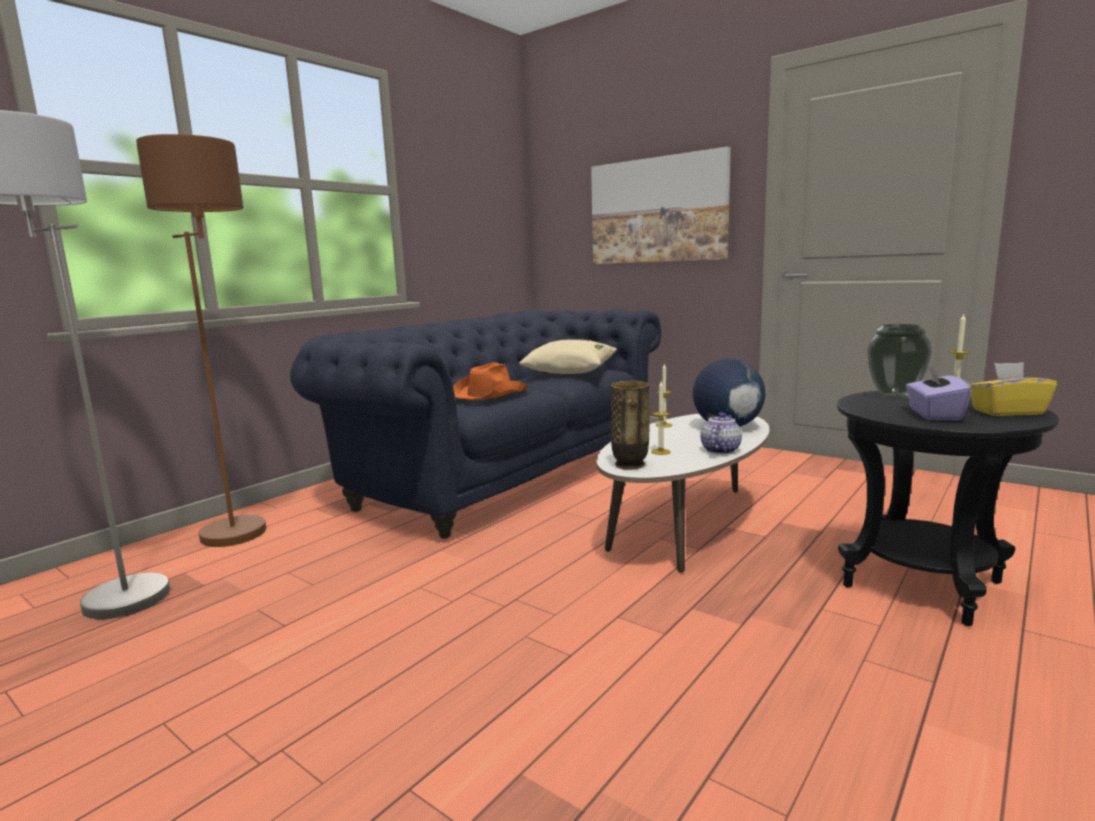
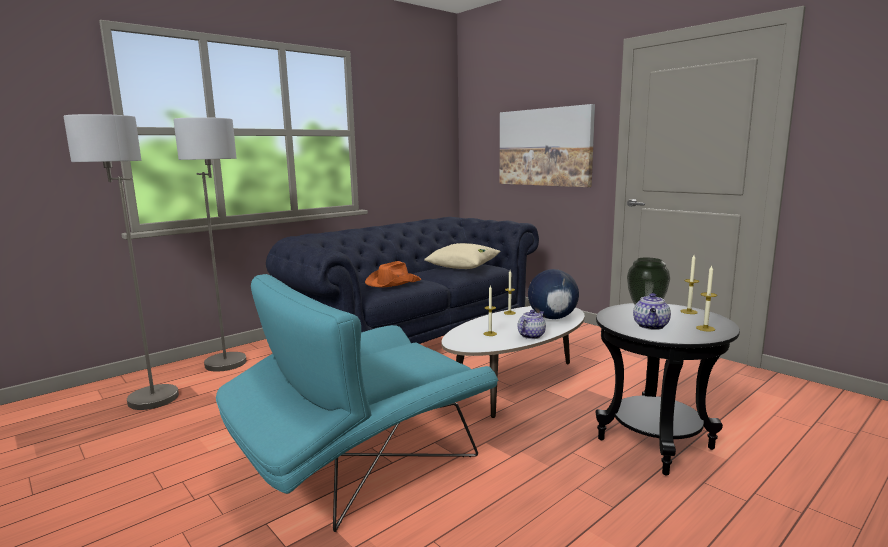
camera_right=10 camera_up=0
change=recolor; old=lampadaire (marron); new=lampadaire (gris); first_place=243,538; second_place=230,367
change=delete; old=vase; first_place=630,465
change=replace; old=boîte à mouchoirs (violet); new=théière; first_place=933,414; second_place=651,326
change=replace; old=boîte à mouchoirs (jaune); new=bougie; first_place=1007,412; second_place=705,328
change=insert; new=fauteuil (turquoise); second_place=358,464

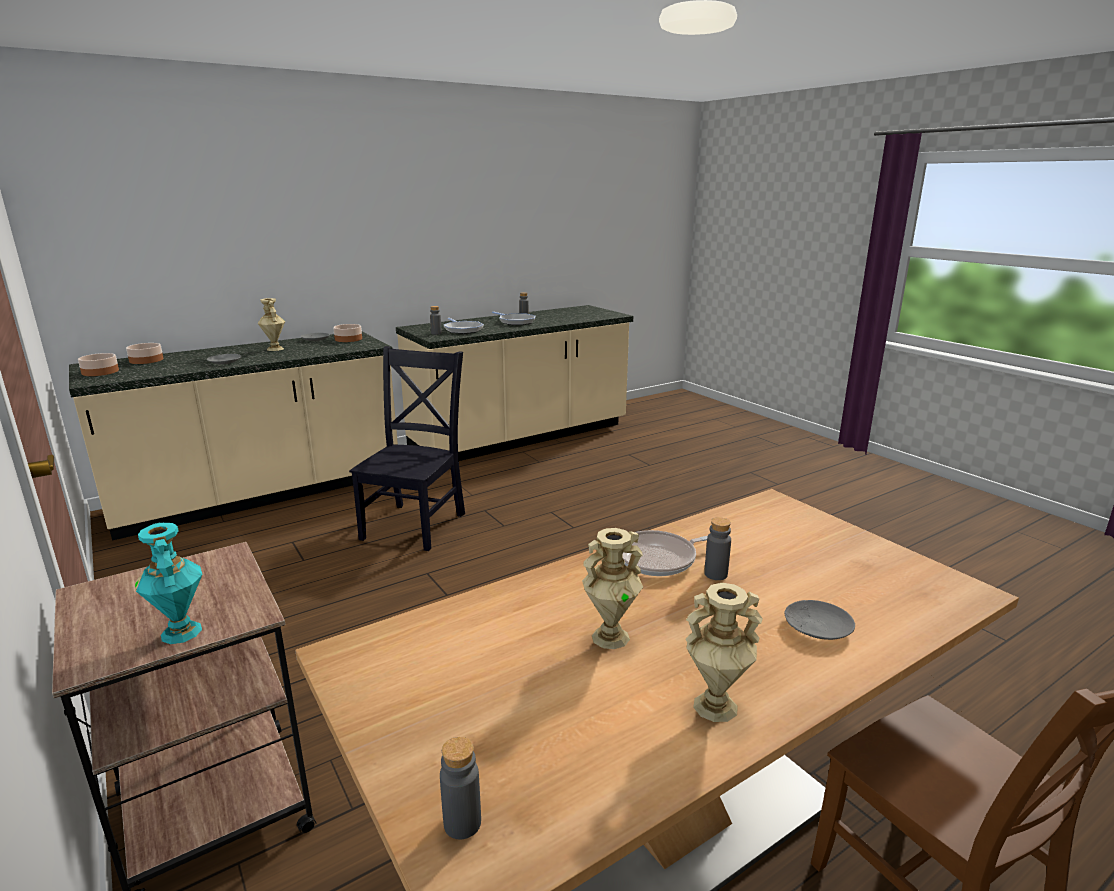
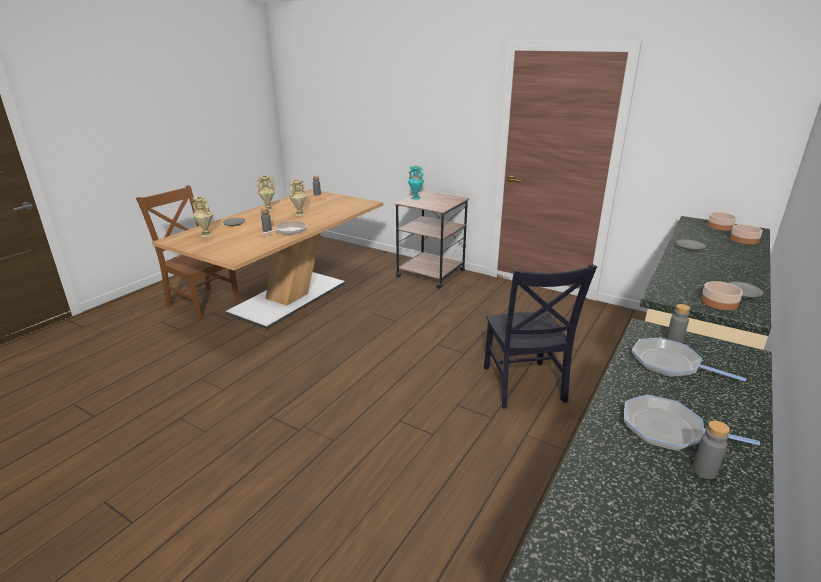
camera_right=155 camera_up=5
change=move; old=vase (beige); first_place=274,349; second_place=206,234

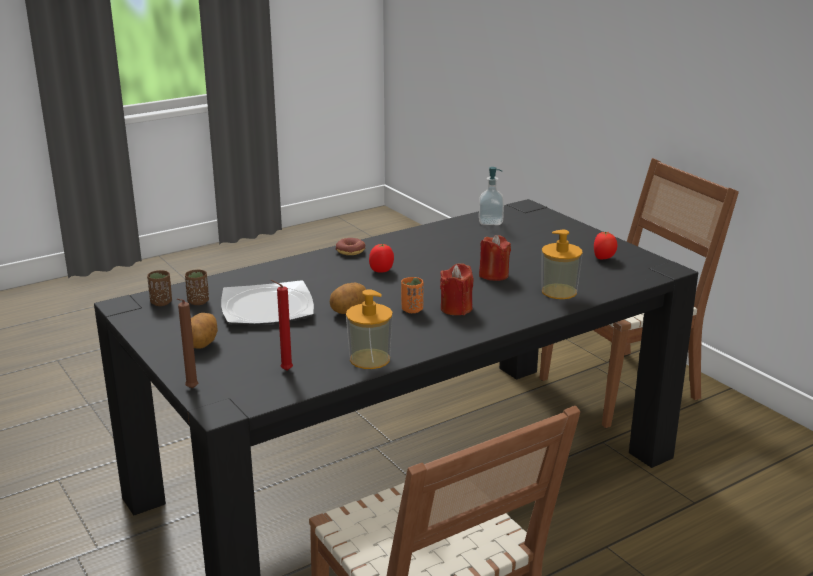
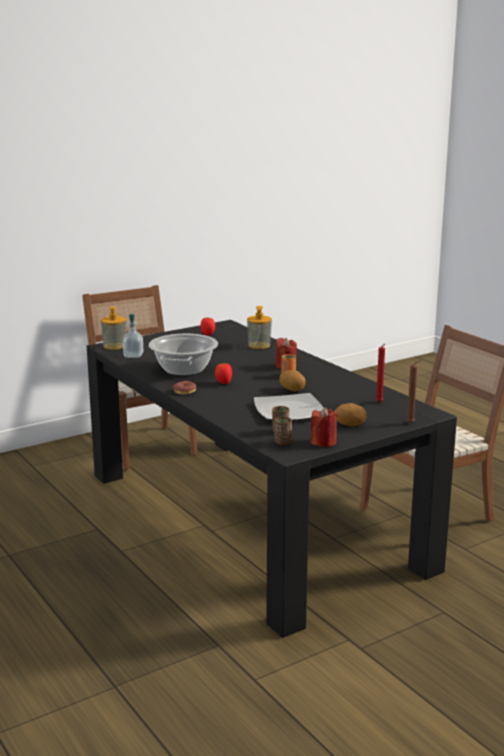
camera_right=-90 camera_up=-5
change=move; old=distributeur de savon; first_place=370,359; second_place=114,346
change=move; old=bougie (rouge); first_place=493,275; second_place=323,442
change=insert; new=marmite; second_place=183,369

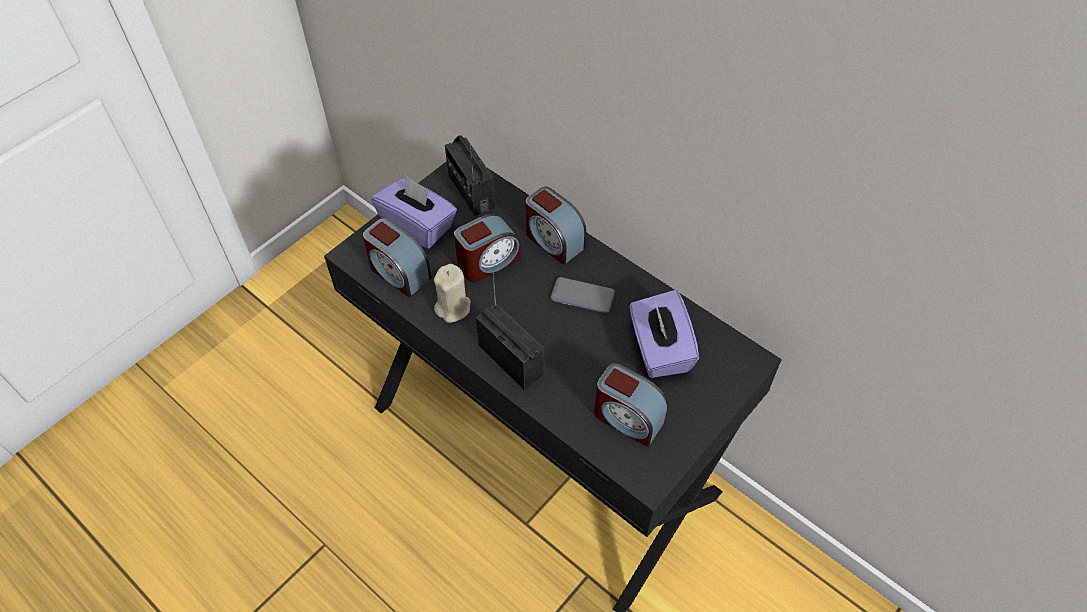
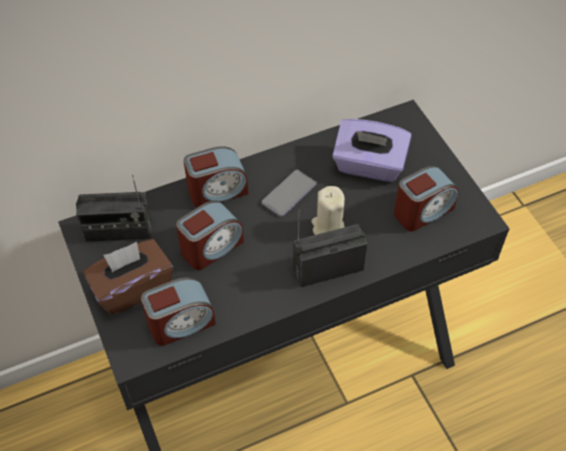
camera_right=-65 camera_up=0
change=recolor; old=boîte à mouchoirs (violet); new=boîte à mouchoirs (marron); first_place=418,226; second_place=132,288
change=move; old=bougie (beige); first_place=453,307; second_place=328,228
change=rotate; old=réveil; first_place=488,262; second_place=211,247; degrees=60

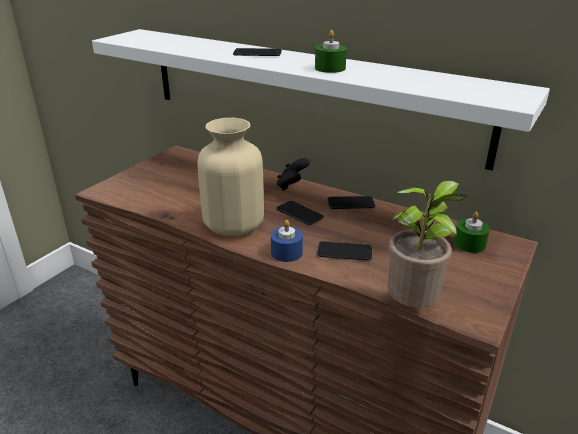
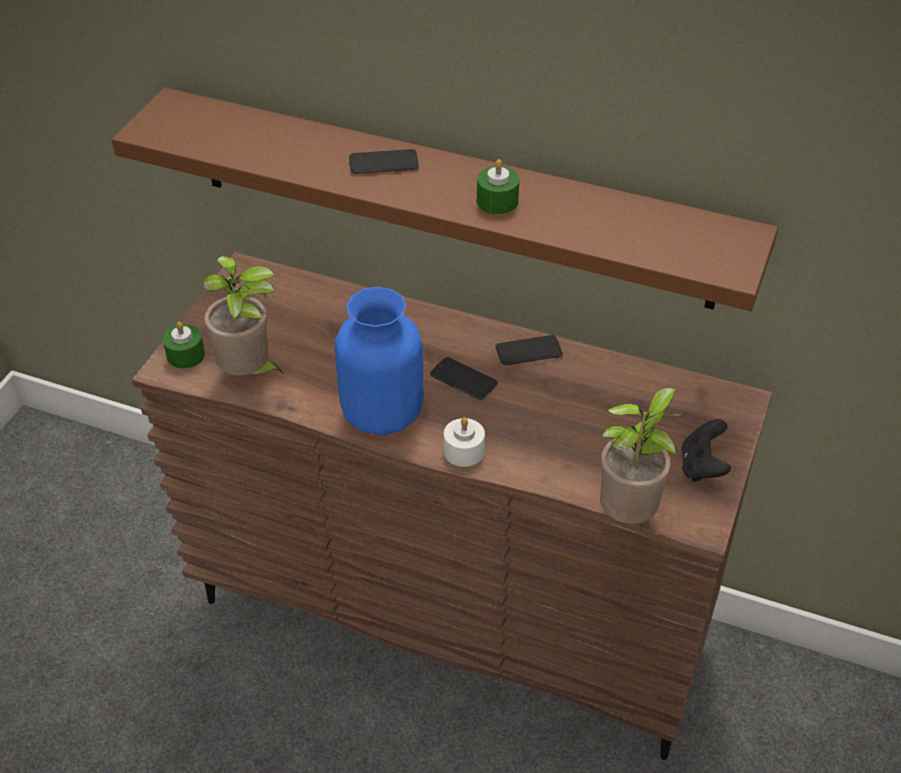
camera_right=-10 camera_up=15
change=recolor; old=étagère (blanc); new=étagère (marron); first_place=305,92; second_place=450,198
change=recolor; old=vase (beige); new=vase (bleu); first_place=234,225; second_place=382,413
change=recolor; old=bougie (bleu); new=bougie (blanc); first_place=286,252; second_place=464,451
change=move; old=manette (noir); first_place=292,186; second_place=702,466
change=delete; old=téléphone; first_place=344,252
change=move; old=bougie (vert); first_place=469,244; second_place=185,355
change=insert; new=plante en pot; second_place=249,374

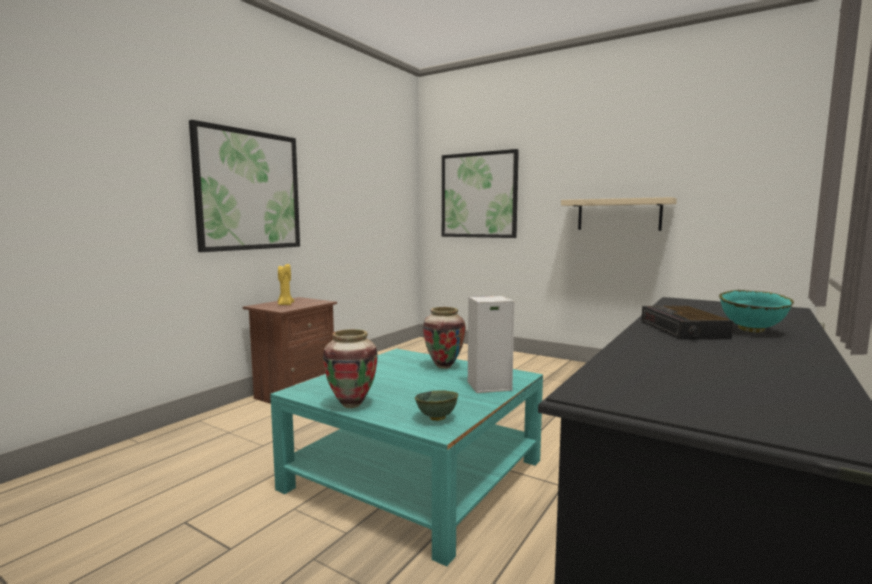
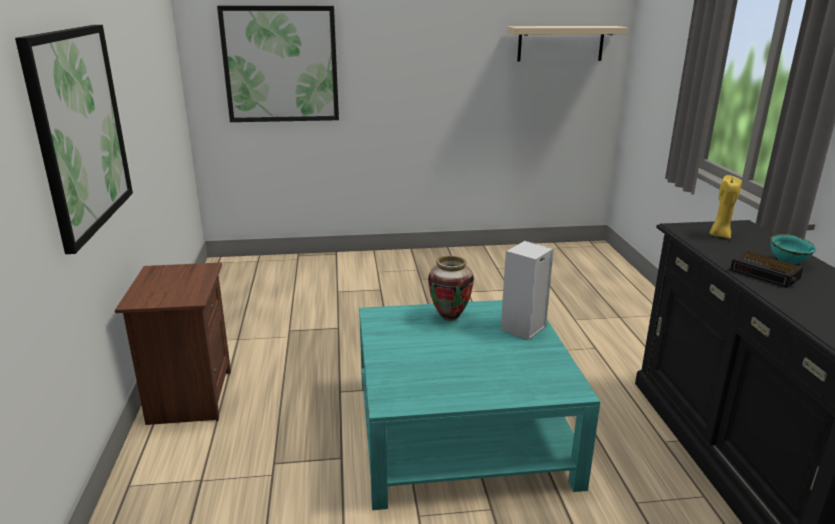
camera_right=-40 camera_up=15
change=move; old=bougie (jaune); first_place=285,304; second_place=719,235
change=delete; old=vase; first_place=352,405
change=delete; old=bol (vert); first_place=436,418
change=move; old=étagère (beige); first_place=618,214; second_place=560,43

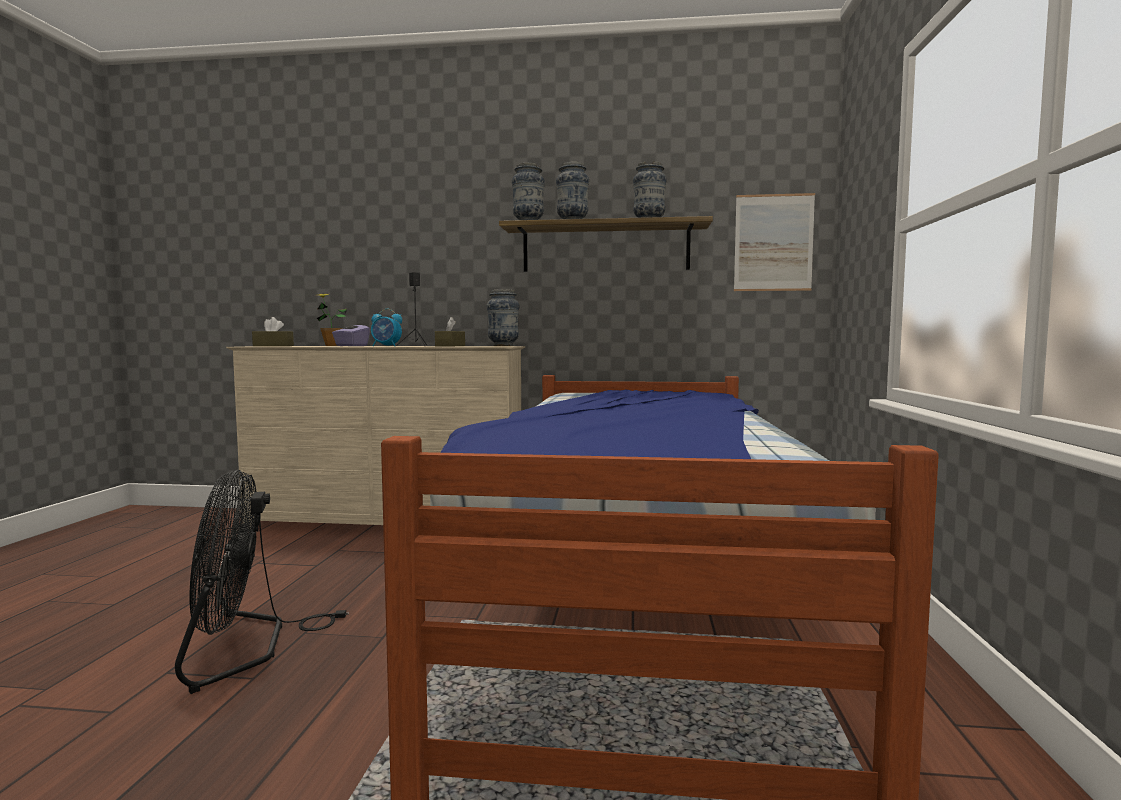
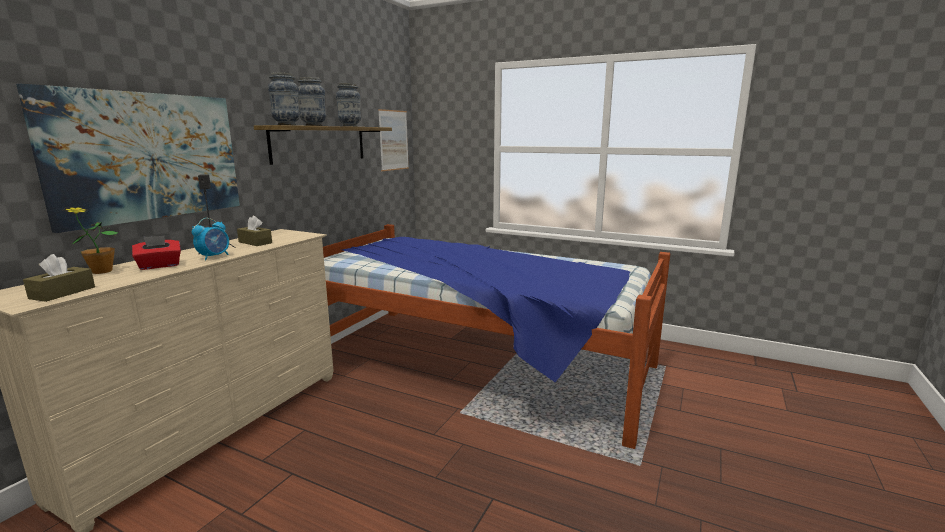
camera_right=-70 camera_up=10
change=delete; old=ventilateur (noir); first_place=251,642
change=recolor; old=boîte à mouchoirs (violet); new=boîte à mouchoirs (rouge); first_place=351,346; second_place=159,266
change=delete; old=vase; first_place=503,346
change=insert; new=tableau; second_place=147,156

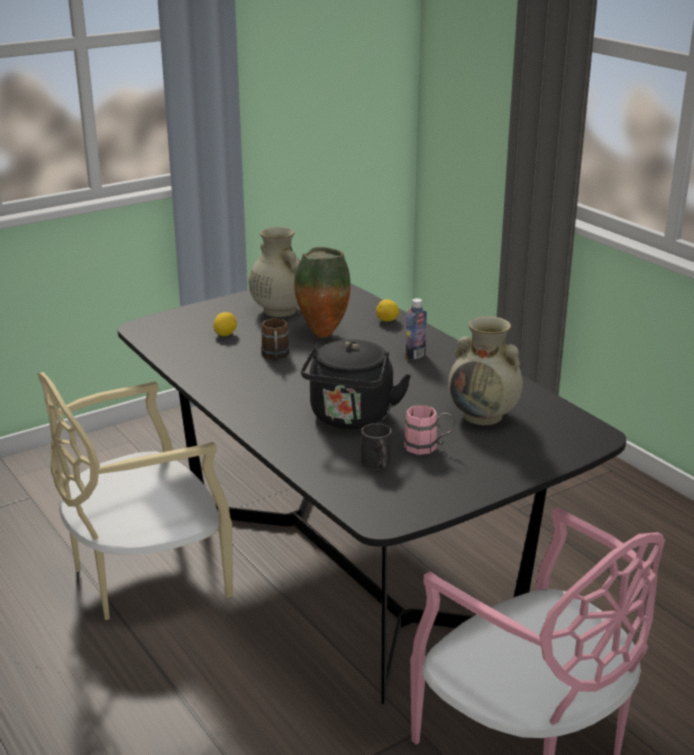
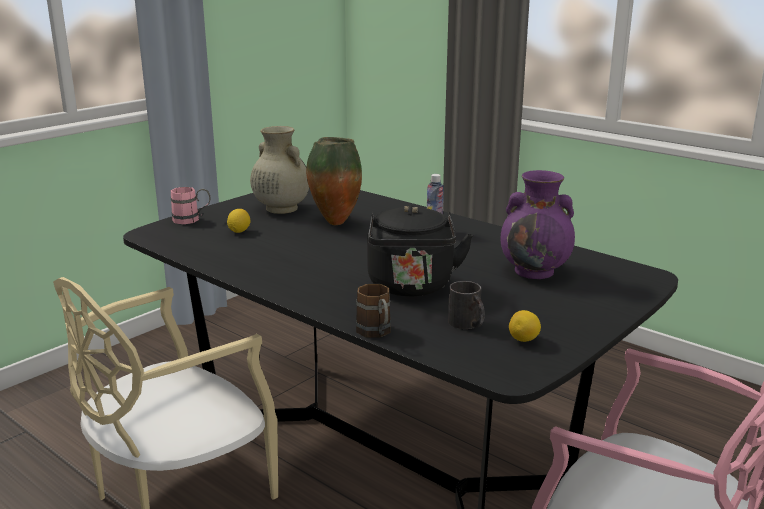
camera_right=-15 camera_up=-5
change=move; old=mug (marron); first_place=275,357; second_place=376,333
change=move; old=citron; first_place=387,320; second_place=524,340
change=move; old=mug (rose); first_place=428,447; second_place=192,220
change=recolor; old=vase (beige); new=vase (violet); first_place=484,416; second_place=535,271

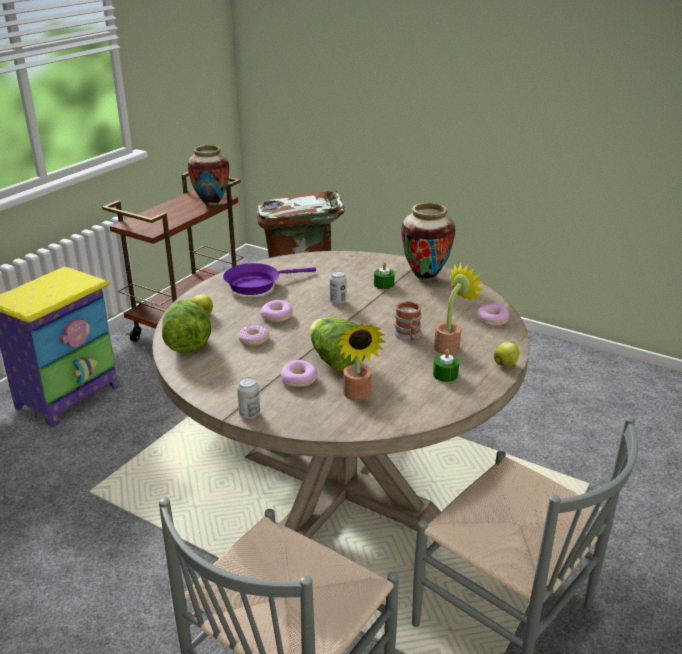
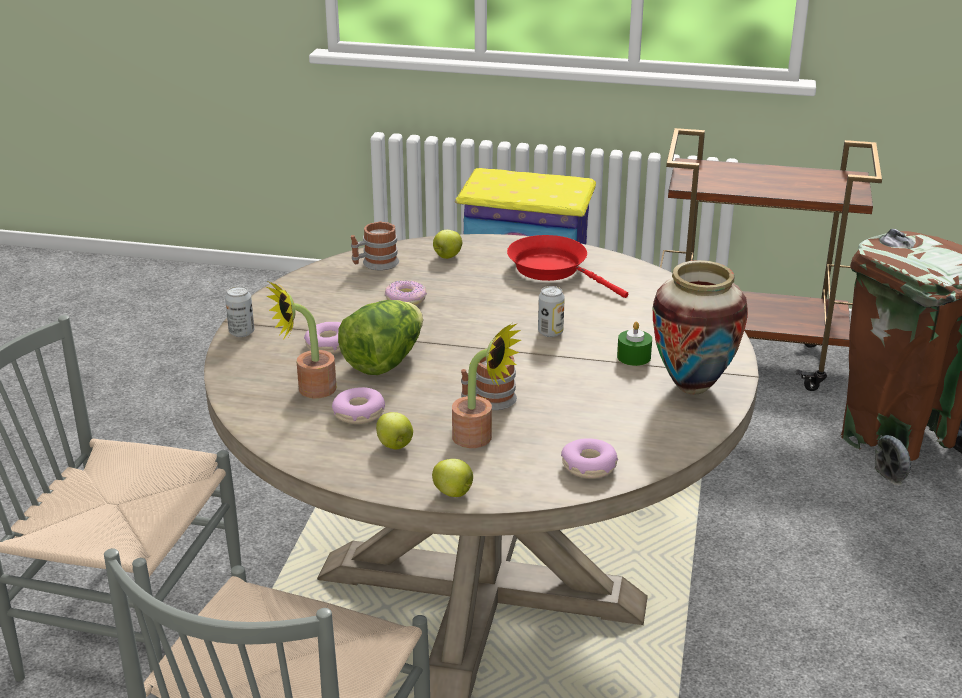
camera_right=70 camera_up=0
change=replace; old=laitue; new=mug; first_place=187,342; second_place=375,264
change=delete; old=vase; first_place=211,204
change=recolor; old=poêle (violet); new=poêle (rouge); first_place=257,284; second_place=553,270
change=move; old=beignet; first_place=277,316; second_place=359,414
change=replace; old=bougie (vert); new=pomme; first_place=445,374; second_place=395,446

